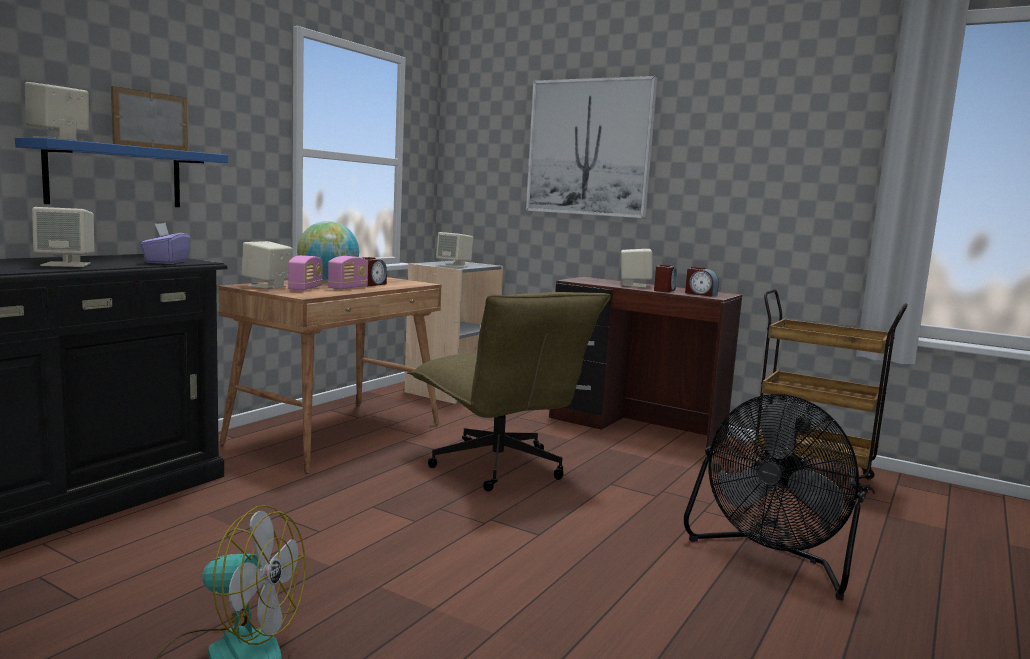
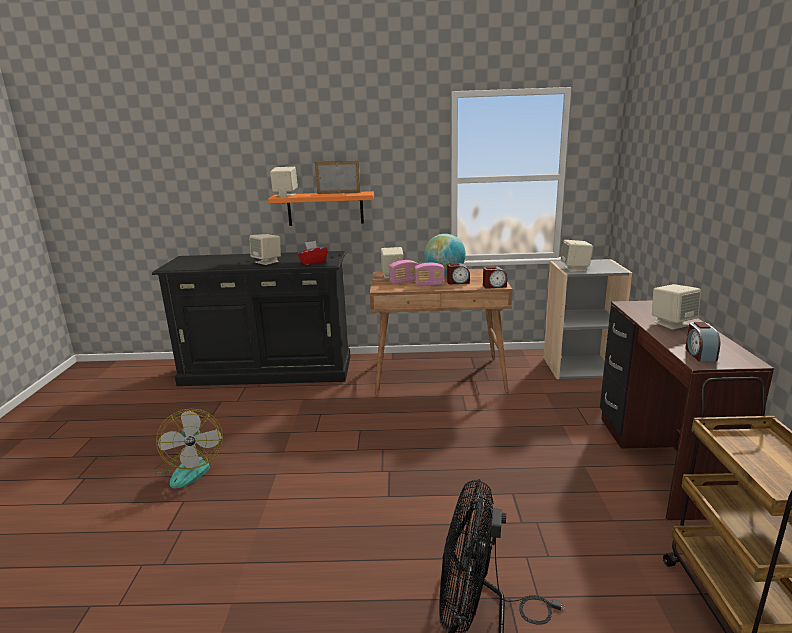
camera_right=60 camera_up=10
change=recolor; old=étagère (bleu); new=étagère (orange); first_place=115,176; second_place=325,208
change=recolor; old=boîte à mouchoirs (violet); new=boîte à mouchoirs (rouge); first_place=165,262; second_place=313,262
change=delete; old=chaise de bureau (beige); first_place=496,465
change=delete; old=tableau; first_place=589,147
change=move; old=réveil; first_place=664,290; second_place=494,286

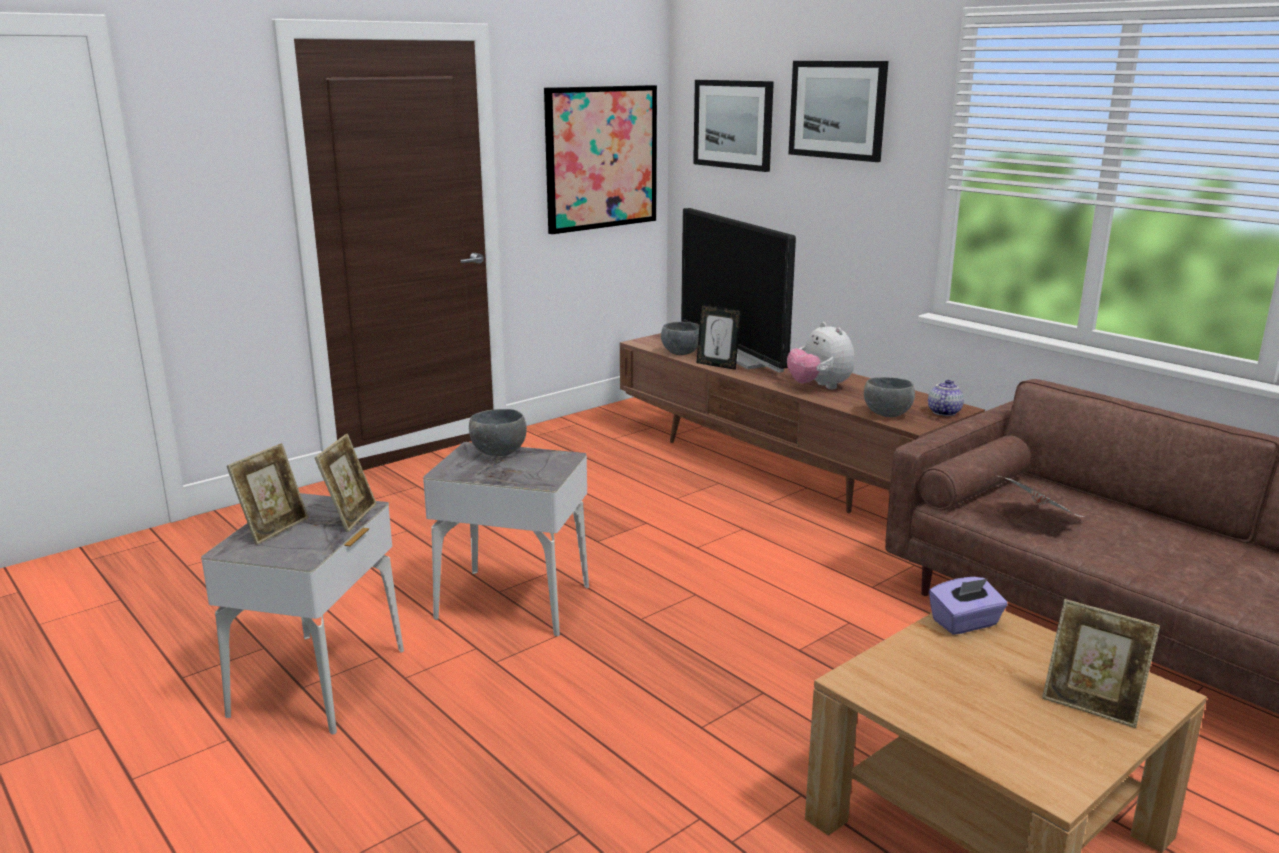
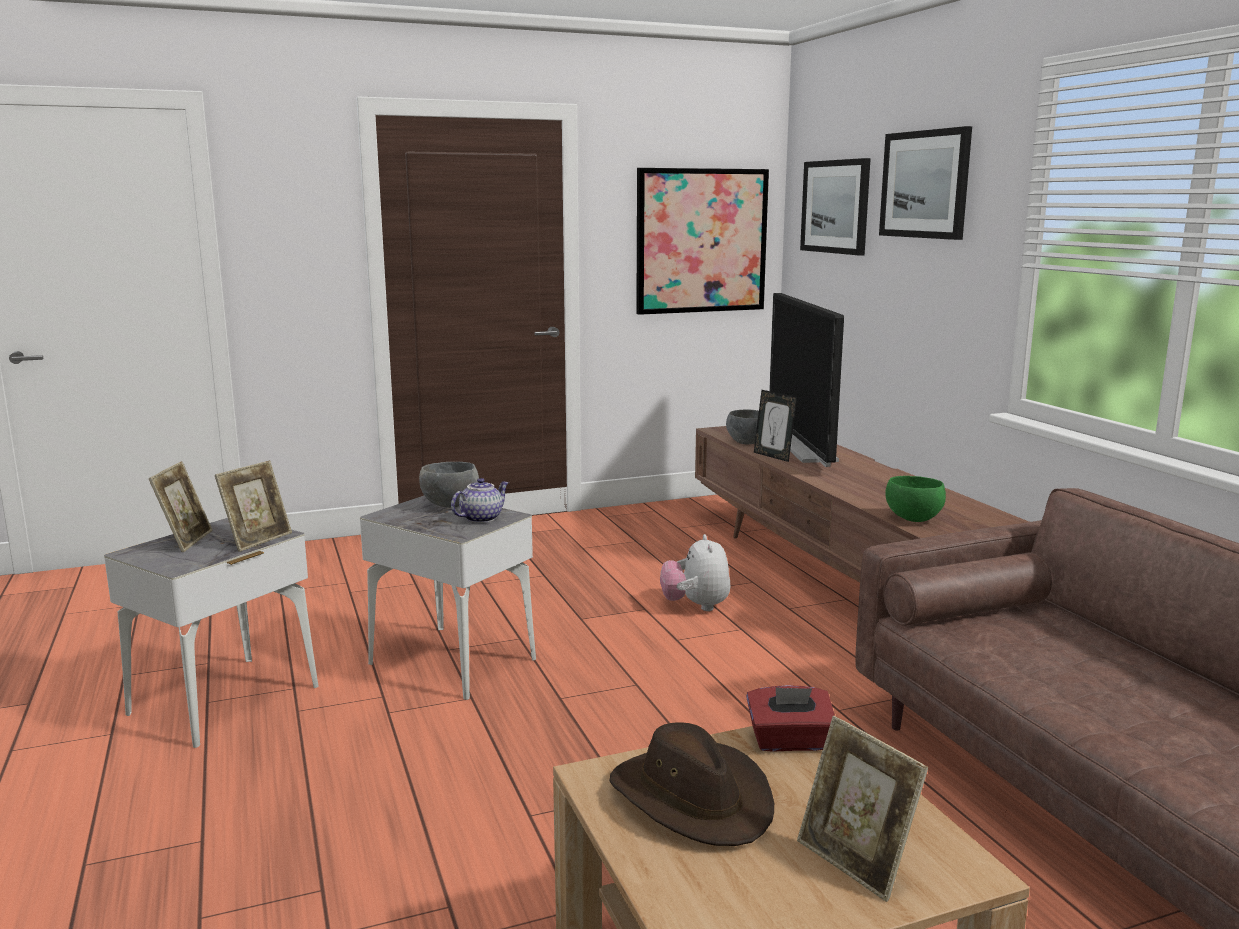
camera_right=20 camera_up=-5
change=rotate; old=cadre photo; first_place=274,528; second_place=186,541; degrees=-45
change=move; old=peluche; first_place=819,387; second_place=696,606
change=recolor; old=bol (gris); new=bol (vert); first_place=887,415; second_place=913,519
change=move; old=théière; first_place=943,412; second_place=481,518
change=recolor; old=boîte à mouchoirs (violet); new=boîte à mouchoirs (rouge); first_place=965,623; second_place=789,742
change=delete; old=journal; first_place=1039,519
change=insert; new=chapeau (marron); second_place=693,798

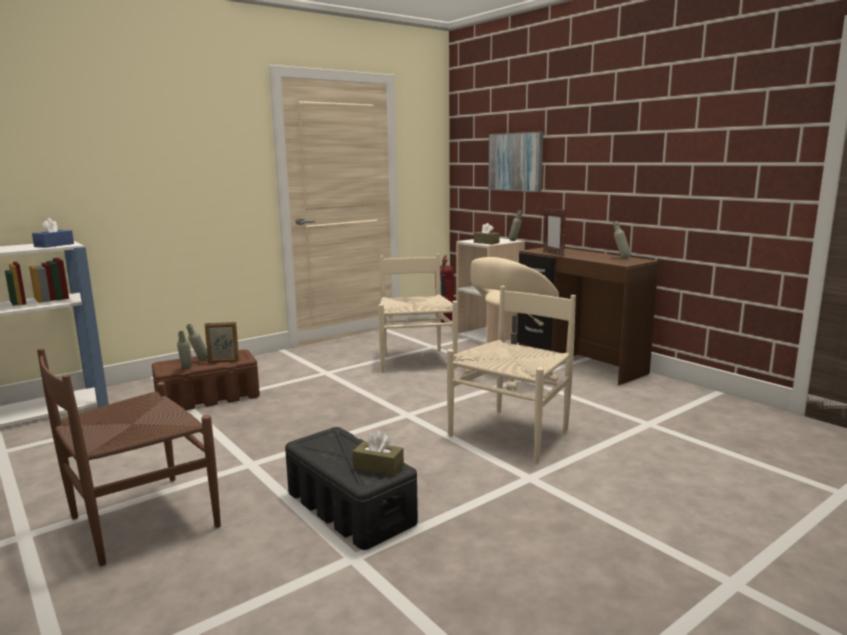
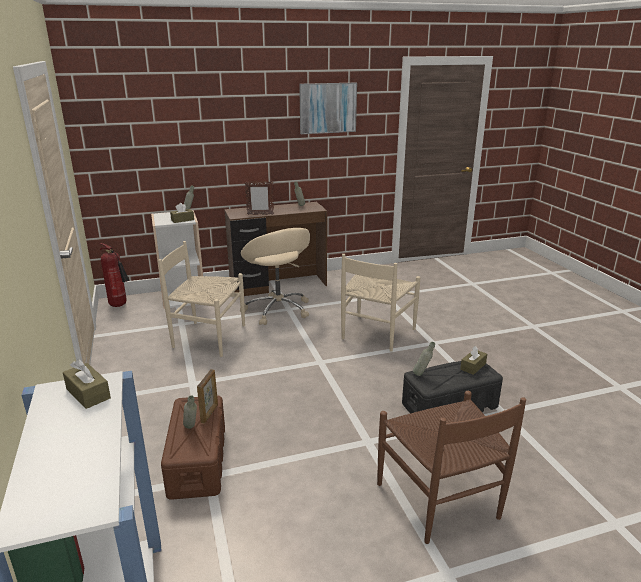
camera_right=-70 camera_up=10
change=recolor; old=boîte à mouchoirs (bleu); new=boîte à mouchoirs (marron); first_place=54,245; second_place=88,393
change=move; old=bouteille (gris); first_place=186,368; second_place=422,374
change=rotate; old=chaise (beige); first_place=513,434; second_place=376,334; degrees=-120
change=move; old=tableau; first_place=516,162; second_place=327,108

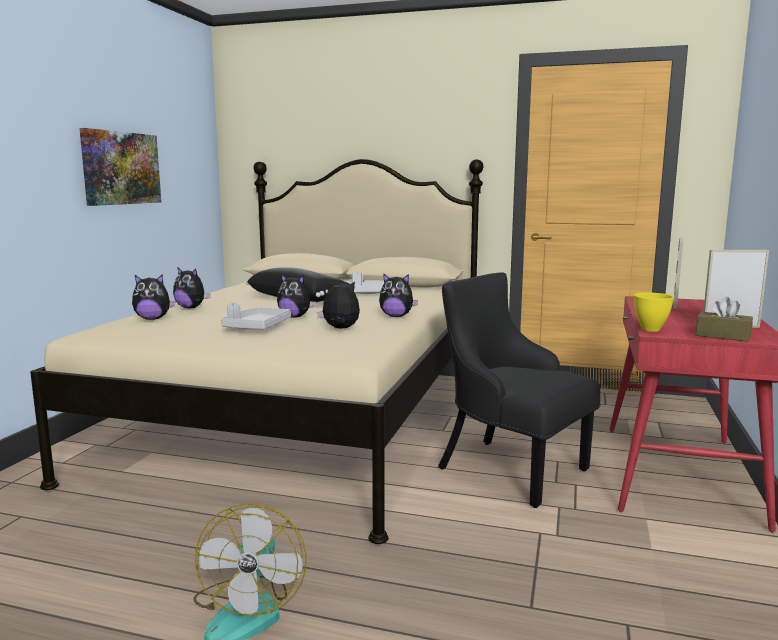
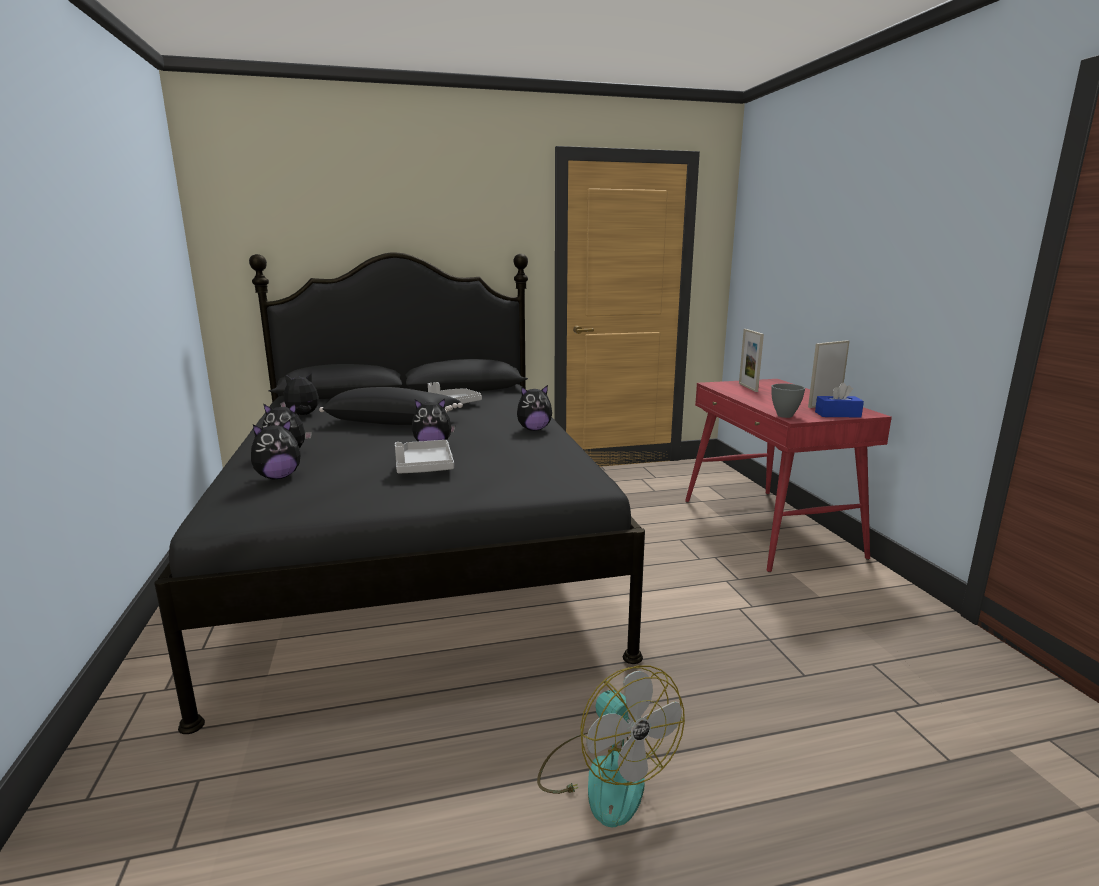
camera_right=-30 camera_up=5
change=recolor; old=lit (beige); new=lit (noir); first_place=305,422; second_place=417,556
change=delete; old=tableau; first_place=121,168
change=move; old=peluche; first_place=340,329; second_place=303,415
change=delete; old=chaise (noir); first_place=513,471
change=recolor; old=bol (jaune); new=bol (gris); first_place=651,329; second_place=784,415
change=recolor; old=boîte à mouchoirs (marron); new=boîte à mouchoirs (bleu); first_place=722,336; second_place=837,414

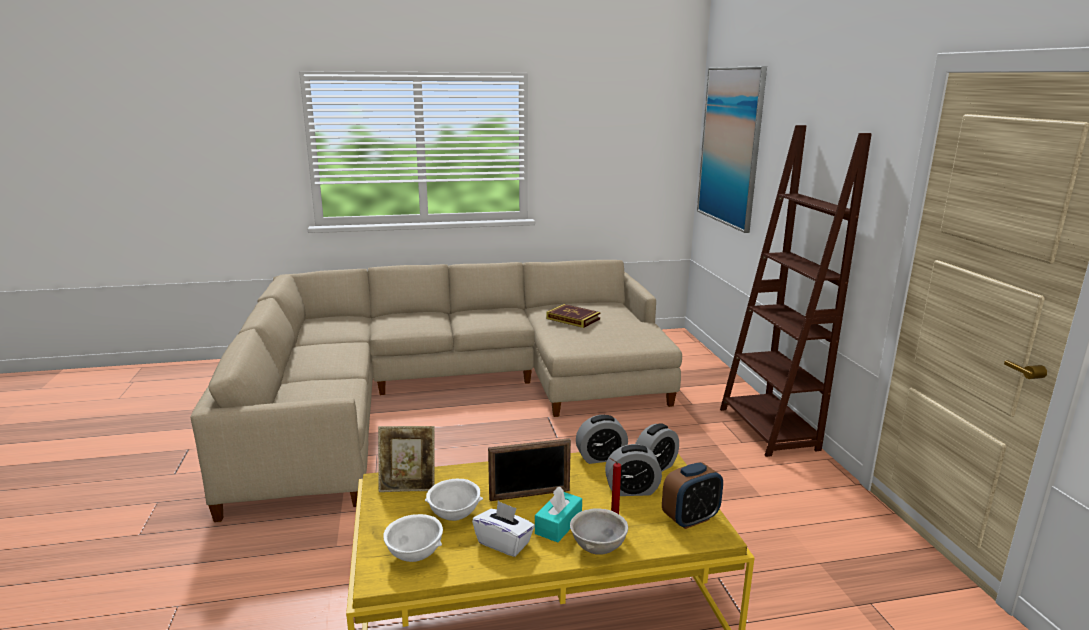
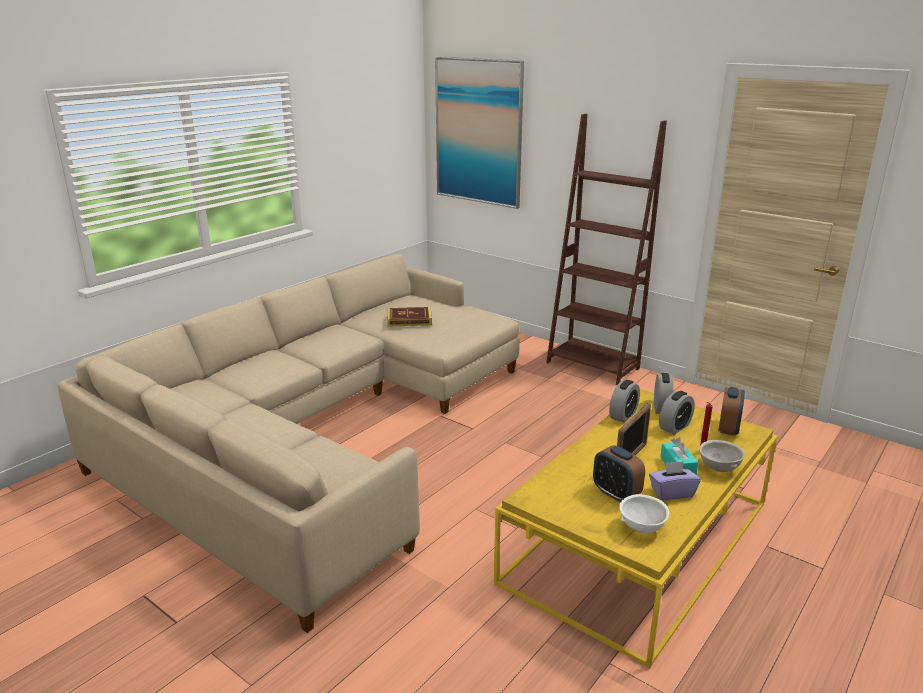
camera_right=-40 camera_up=5
change=delete; old=cadre photo; first_place=408,486
change=replace; old=bol (blanc); new=réveil; first_place=454,516; second_place=616,493
change=recolor; old=boîte à mouchoirs (blanc); new=boîte à mouchoirs (violet); first_place=504,543; second_place=672,493

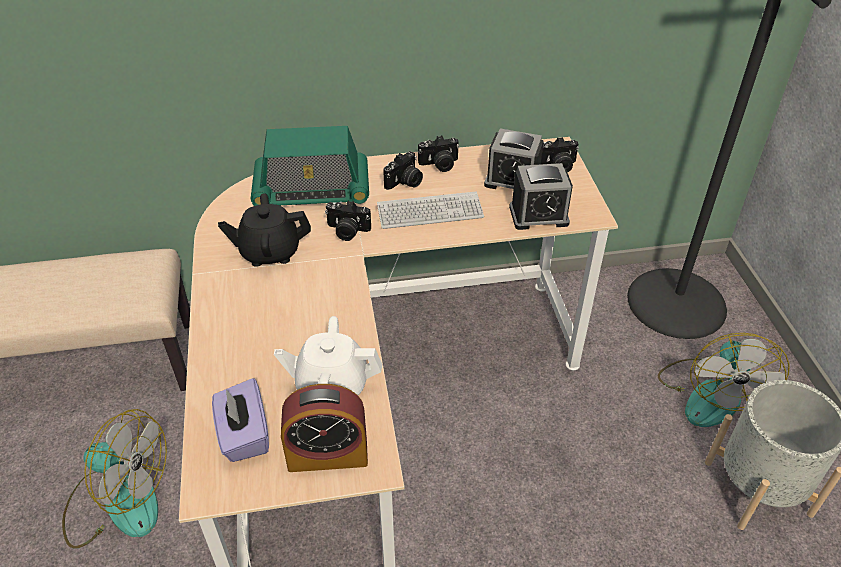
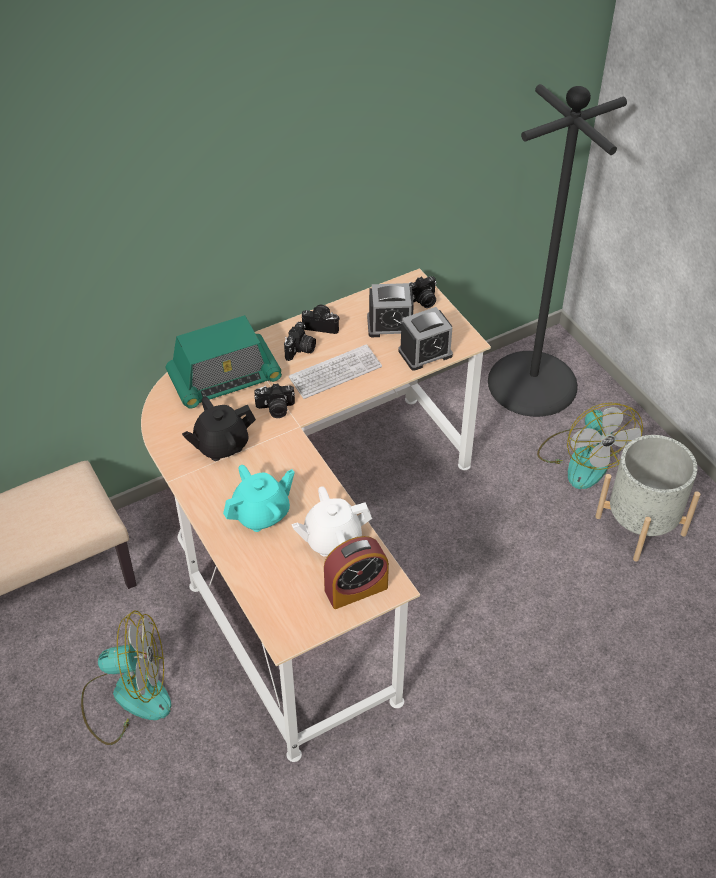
camera_right=-20 camera_up=5
change=delete; old=boîte à mouchoirs (violet); first_place=244,435
change=rotate; old=appareil photo; first_place=439,165; second_place=322,325; degrees=-135
change=insert; new=théière (turquoise); second_place=262,514

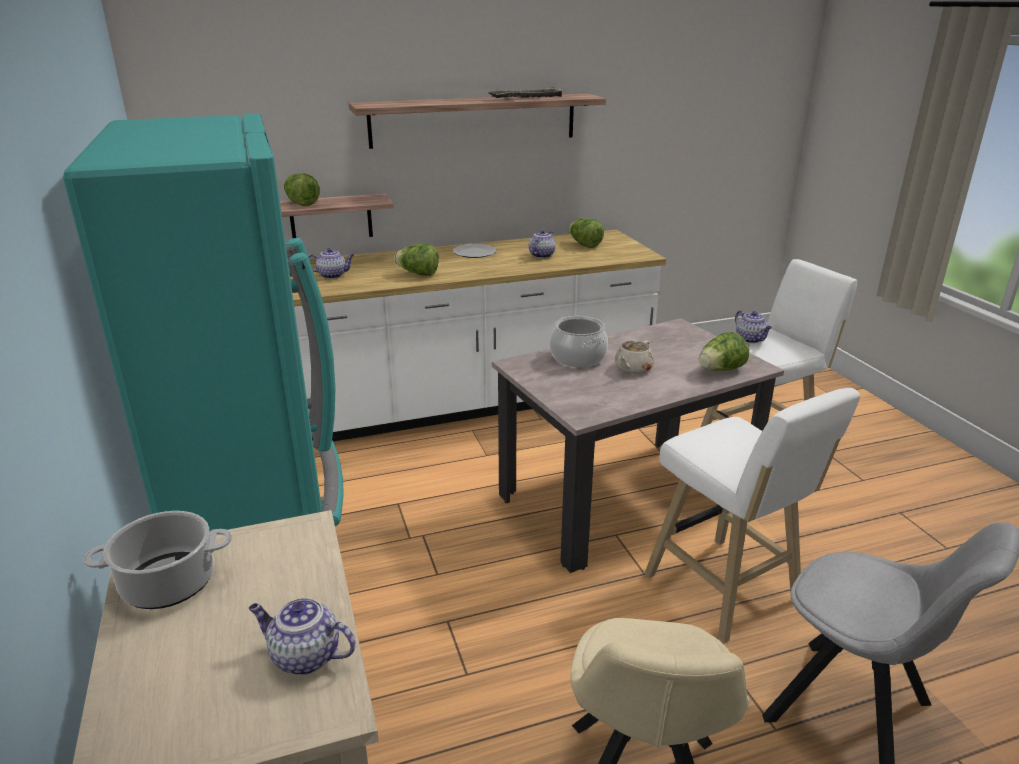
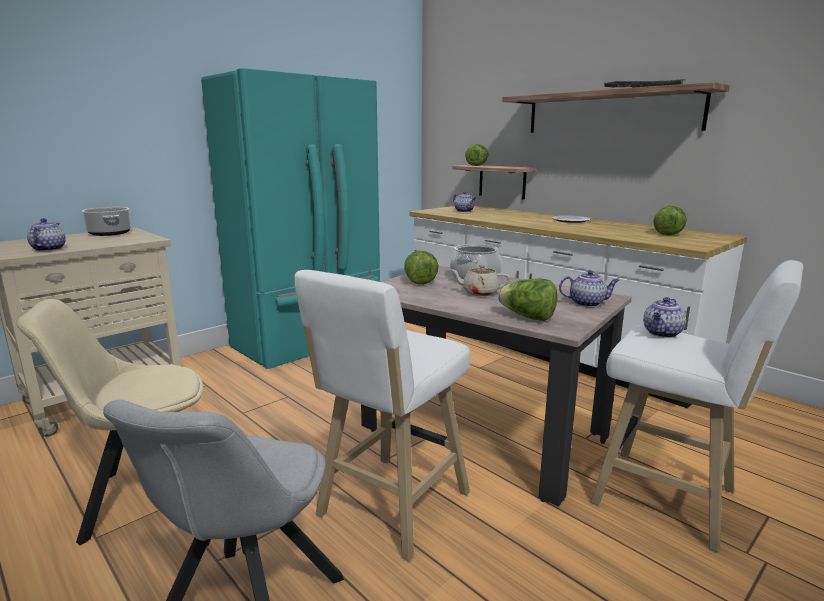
camera_right=65 camera_up=-10
change=move; old=laitue; first_place=418,274; second_place=419,281
change=move; old=théière; first_place=541,255; second_place=587,303

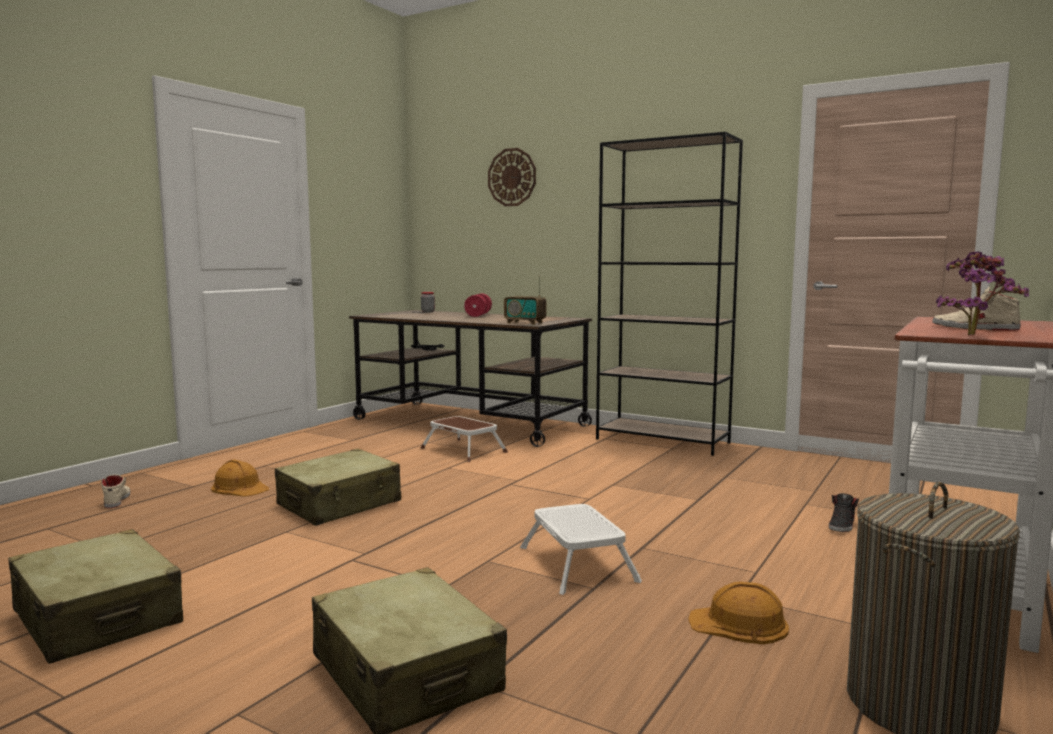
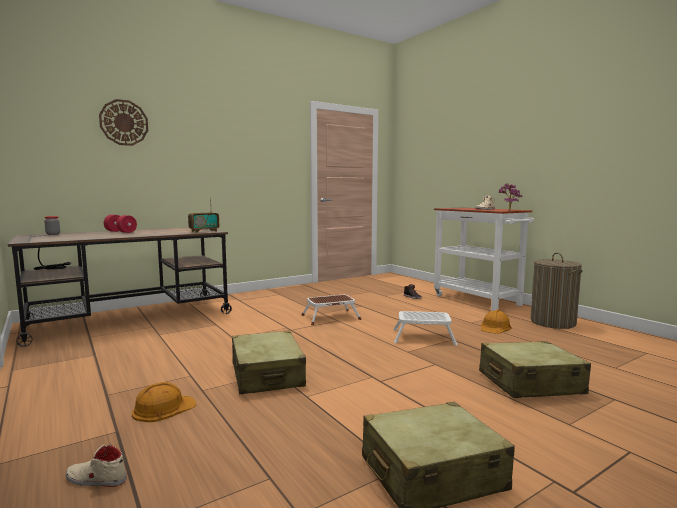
camera_right=-65 camera_up=0
change=move; old=escabeau (marron); first_place=463,450; second_place=331,317
change=delete; old=bibliothèque (beige); first_place=663,441

